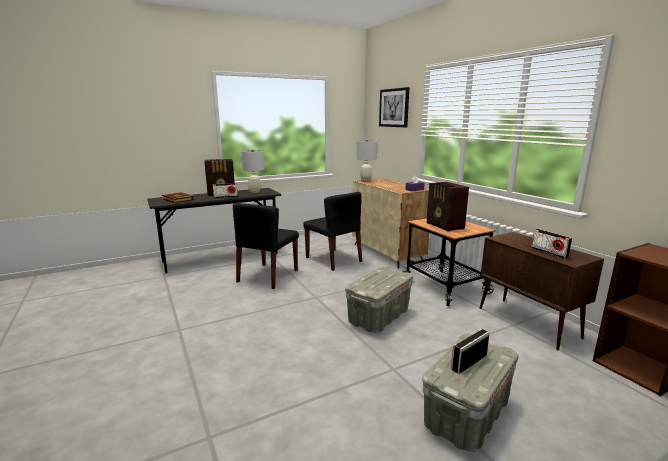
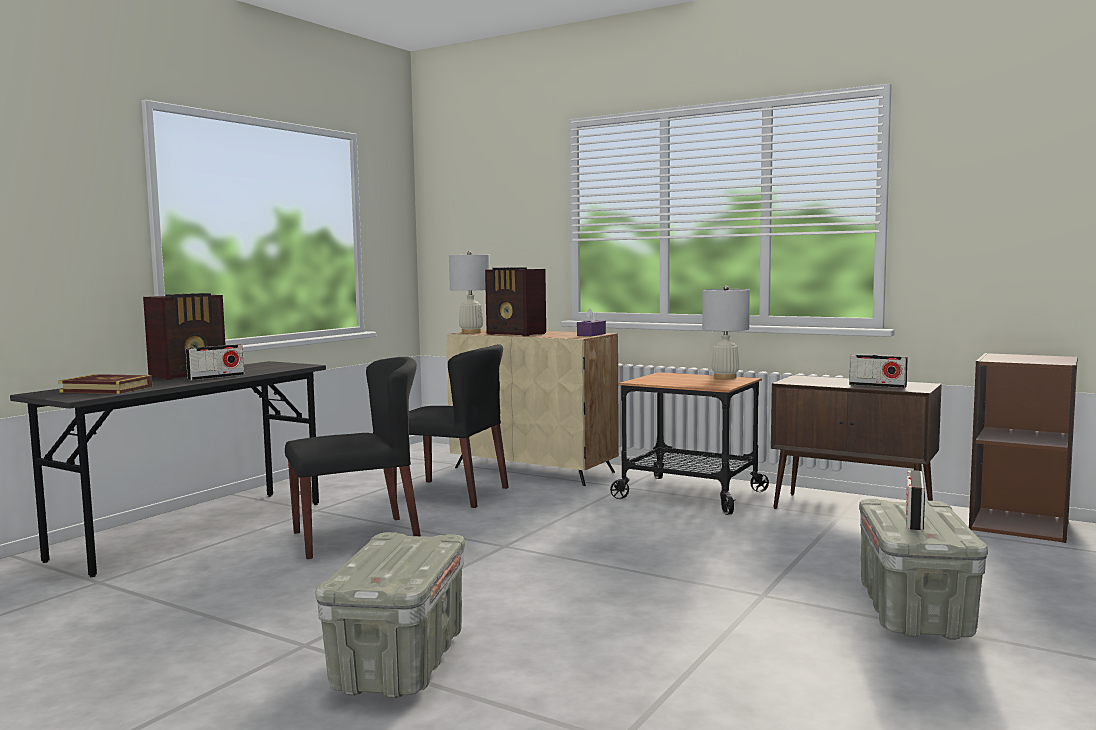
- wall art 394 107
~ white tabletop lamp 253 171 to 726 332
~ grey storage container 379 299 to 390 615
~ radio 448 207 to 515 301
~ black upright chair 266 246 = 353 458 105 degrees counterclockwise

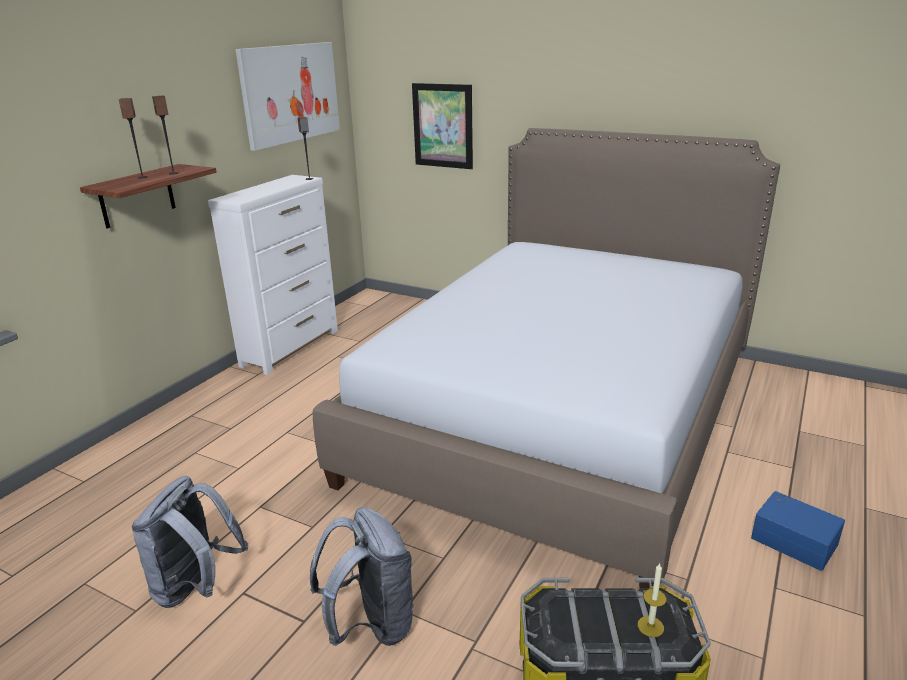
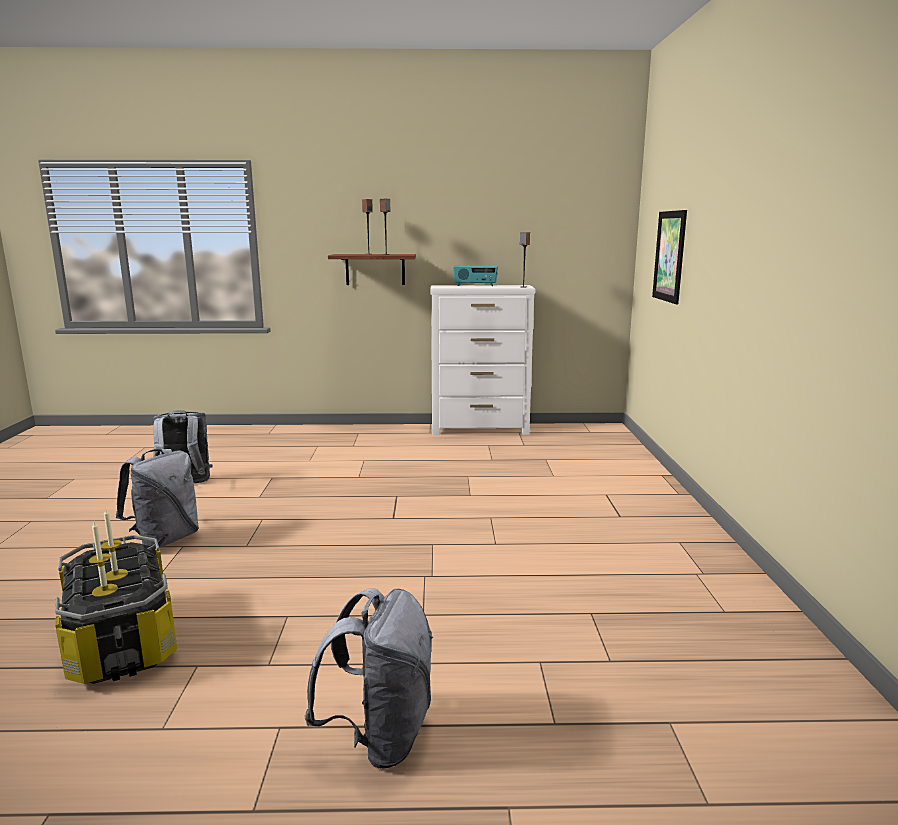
- wall art 287 96
- sleeping bed 546 358
+ wax light 114 544
+ radio 475 275
~ blue storage container 798 531 to grey rucksack 369 678

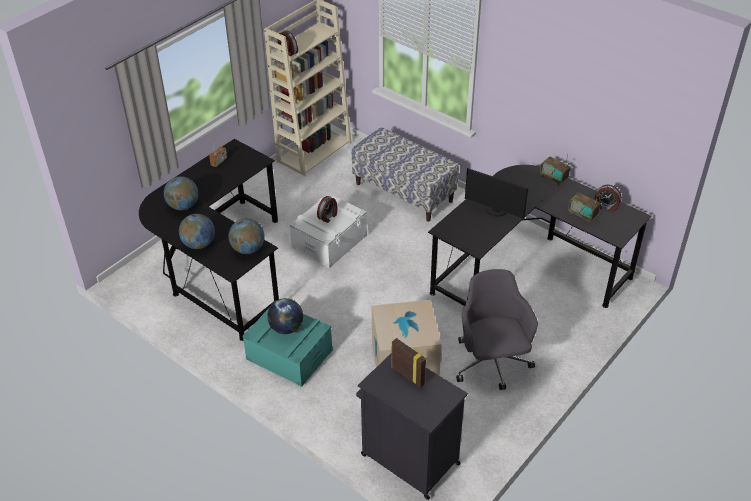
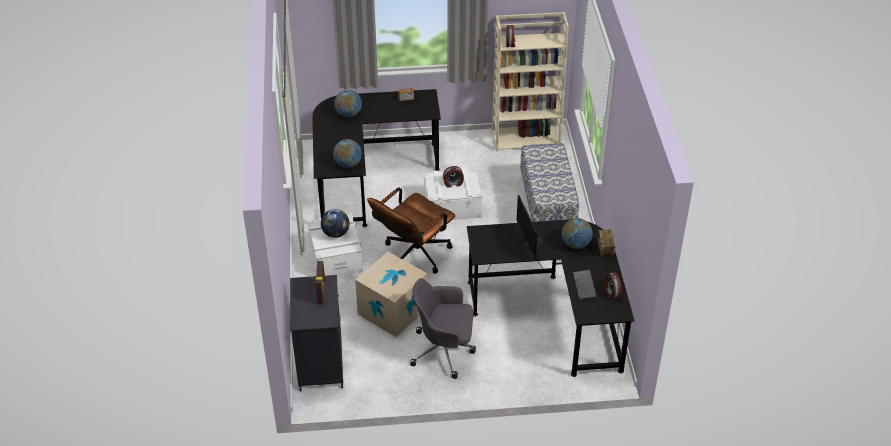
+ brown-coloured desk chair 411 231
~ world globe 197 231 to 577 233
~ radio 584 207 to PC keyboard 585 285
~ blue-green storage container 288 344 to white storage container 335 244
~ grey desk chair 497 329 = 443 328 120 degrees counterclockwise

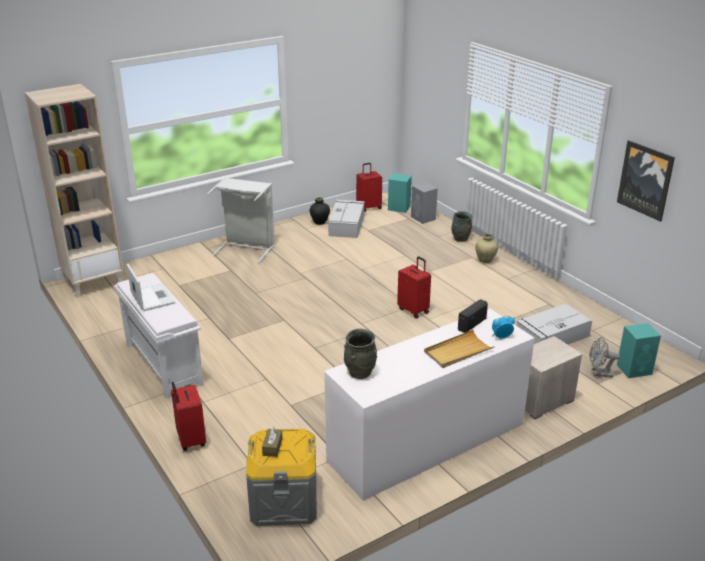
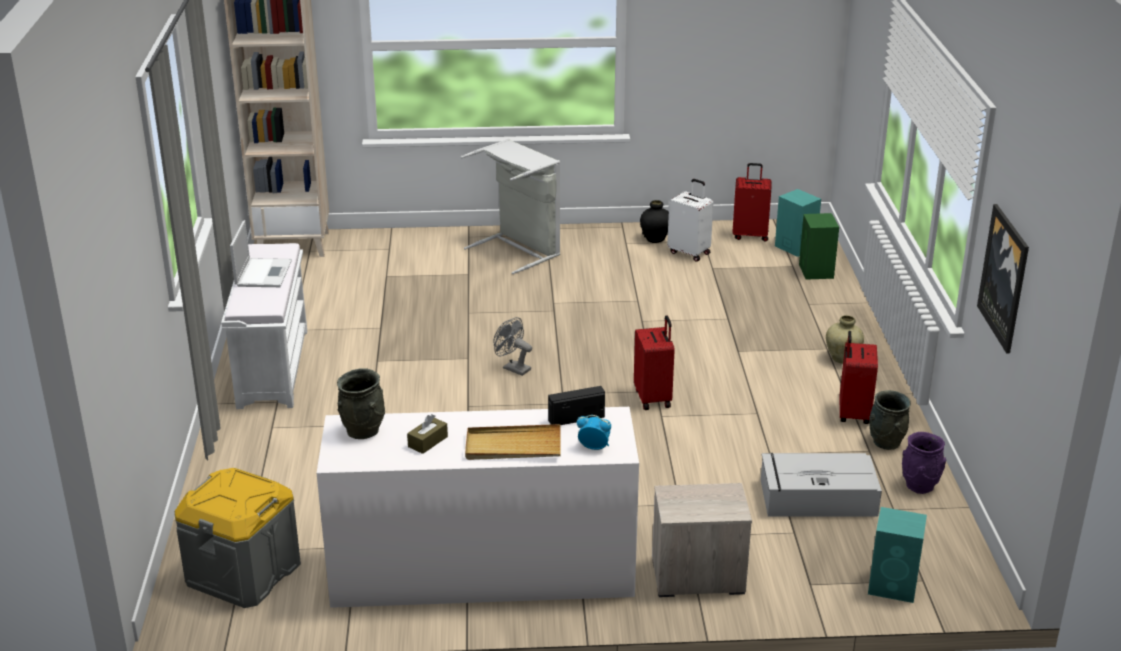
+ purplish flower vase 924 463
~ red travel case 188 416 to 859 377
~ brown-coloured box of tissues 272 442 to 427 434
~ grey flower vase 461 226 to 890 420
~ grey electric fan 605 357 to 512 346
~ grey storage container 346 219 to white travel case 690 220
~ grey loudspeaker 424 203 to greenish loudspeaker 819 246

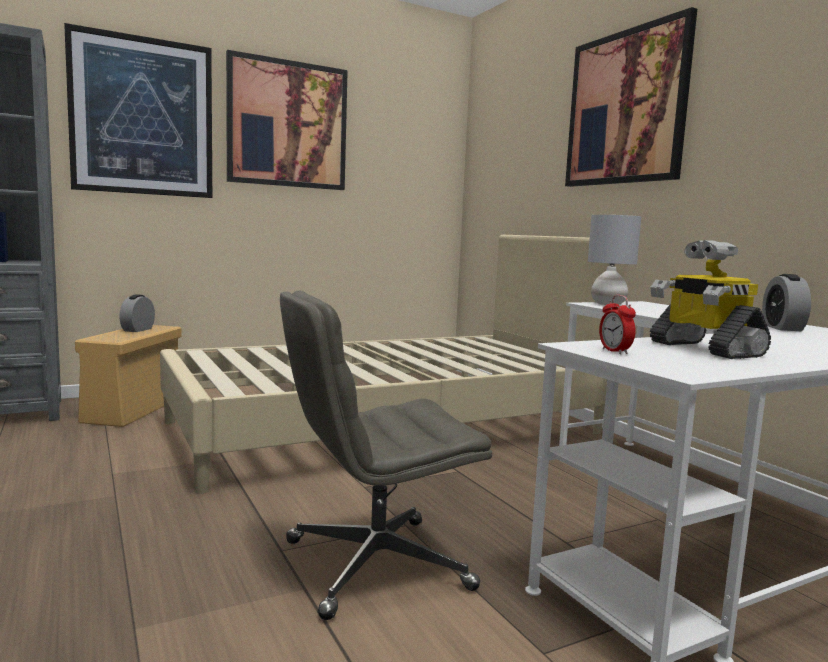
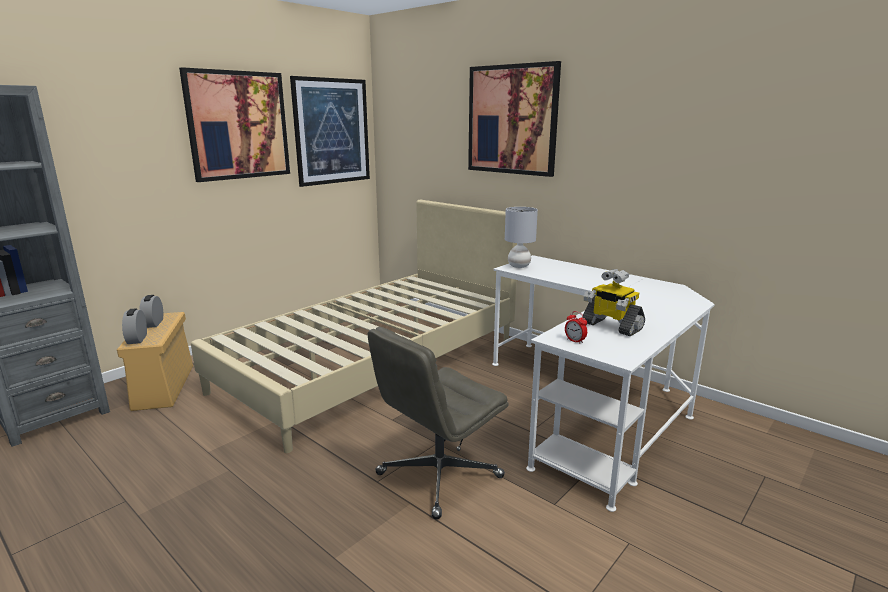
~ wall art 138 110 to 330 131
~ table clock 786 302 to 134 326

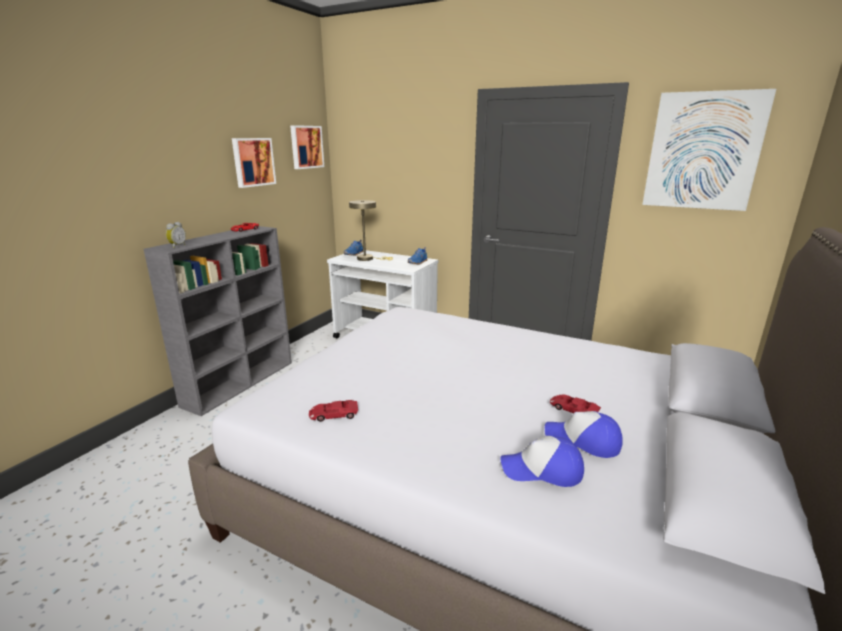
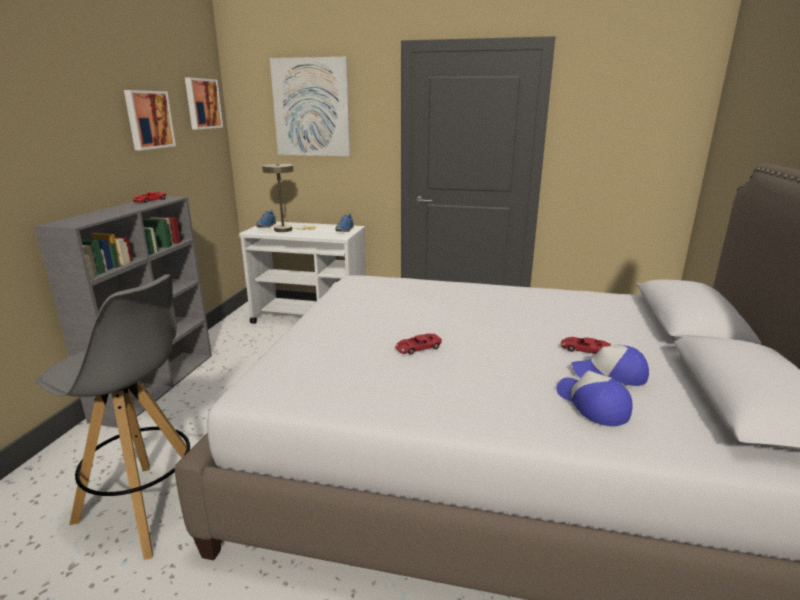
- table clock 176 235
+ grey stool seat 112 417
~ red miniature car 333 411 to 418 343
~ wall art 709 150 to 310 106
~ peaked cap 542 461 = 594 398 75 degrees clockwise

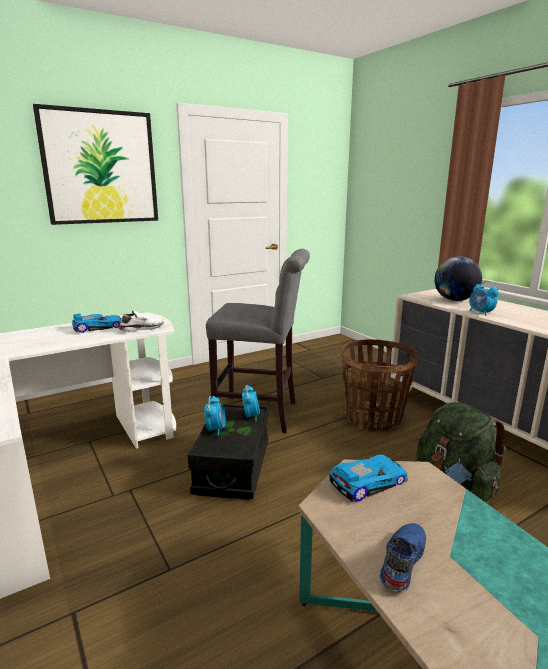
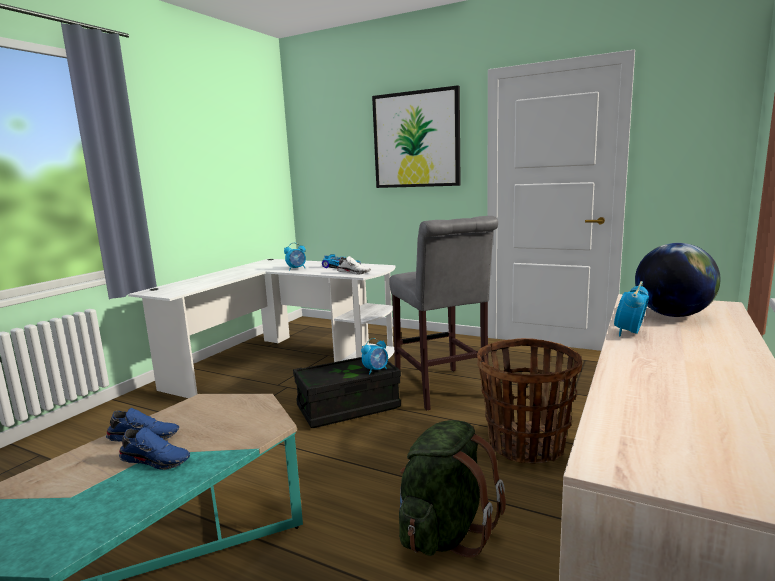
- miniature car 368 478
+ blue shoe 154 448
~ table clock 215 416 to 295 256

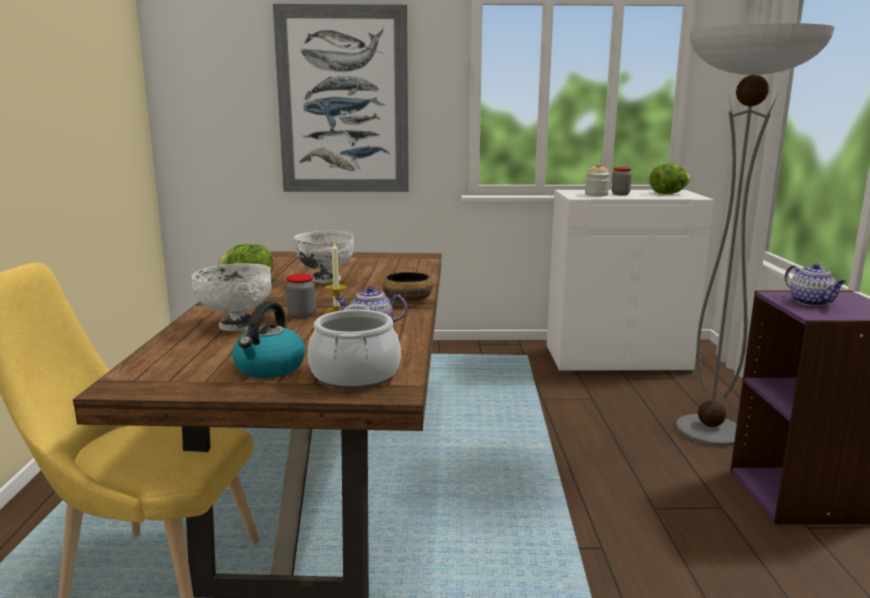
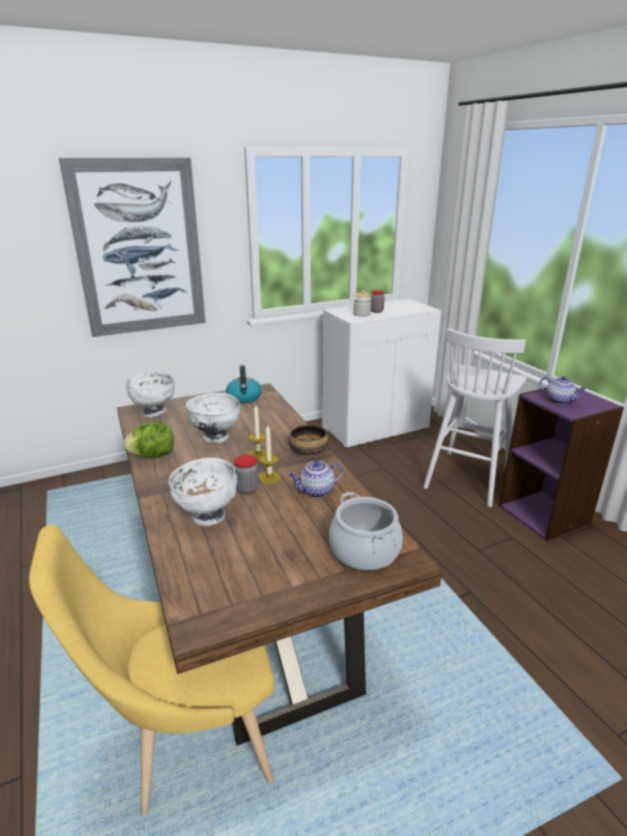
- lettuce 669 178
+ white serving bowl 150 394
+ wax light 257 432
~ tea kettle 268 340 to 244 384
~ floor lamp 755 234 to white stool seat 475 417

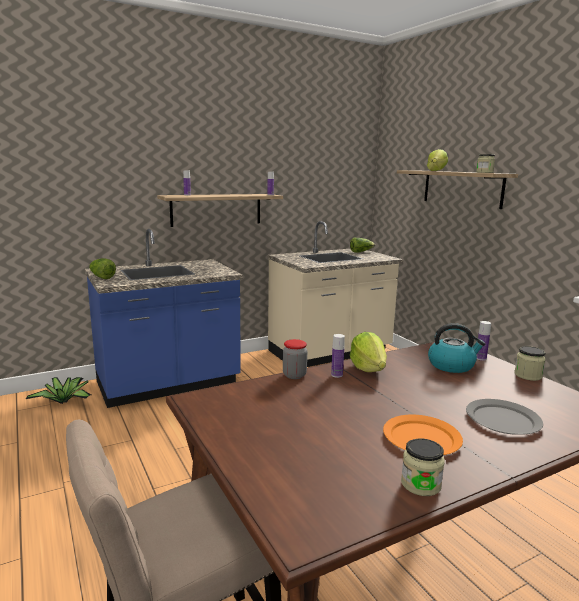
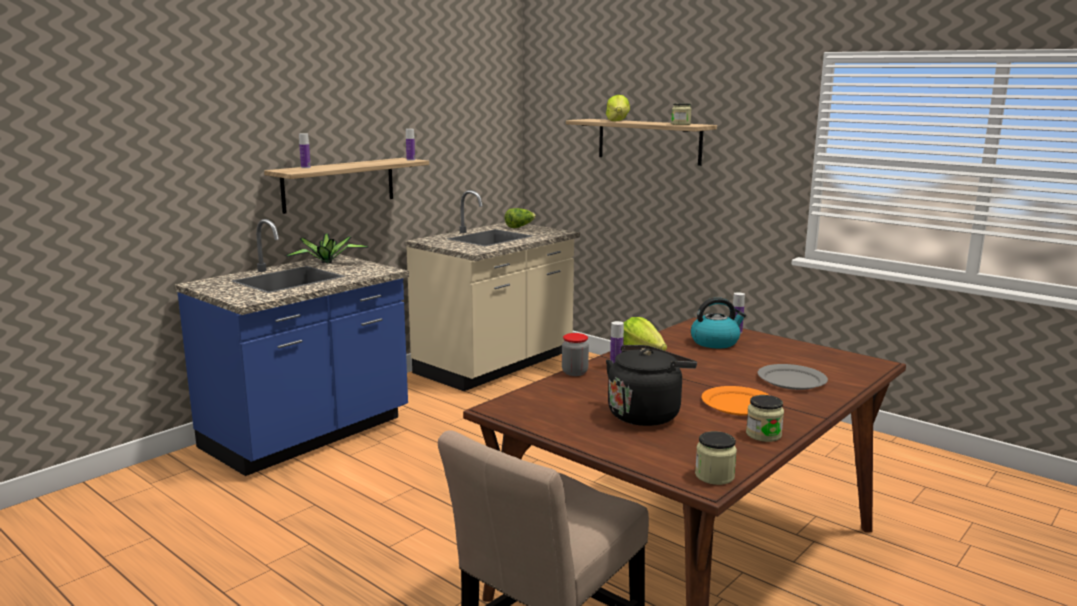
- lettuce 102 268
+ black tea kettle 651 385
~ houseplant 58 390 to 326 248
~ preserve jar 530 363 to 716 458

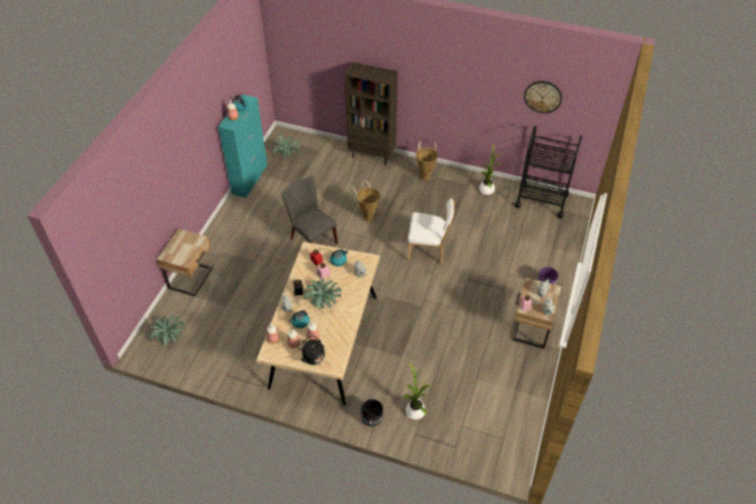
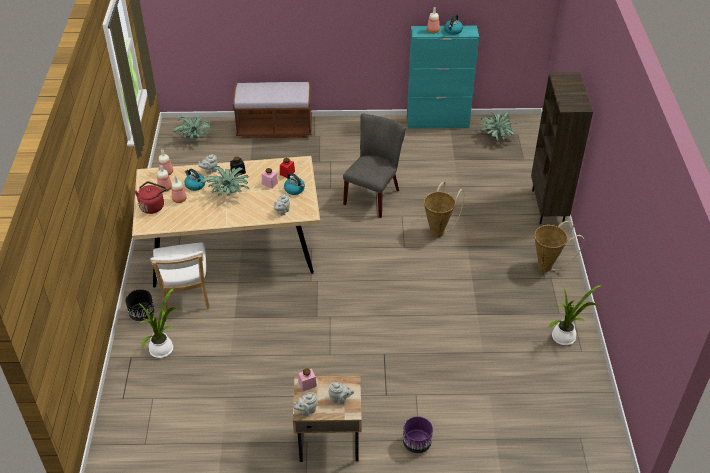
- black trolley 548 172
- clock on the wall 543 97
~ white upright chair 431 231 to 180 277
~ beige-coloured nightstand 185 262 to brown-coloured bench 272 110
~ black tea kettle 311 350 to red tea kettle 151 198

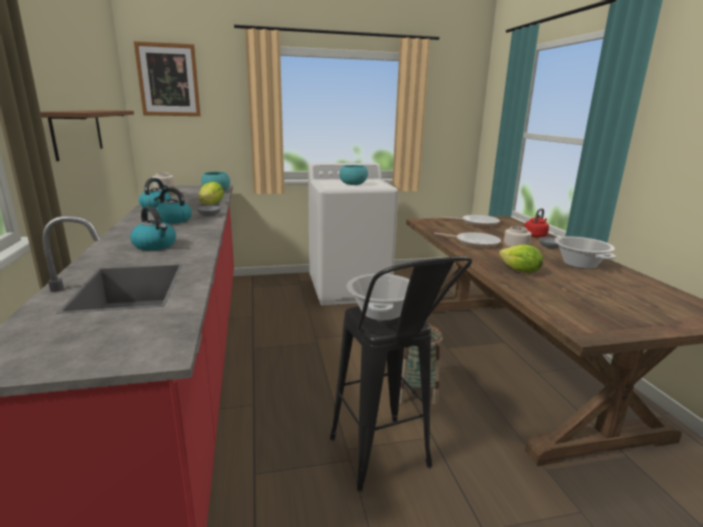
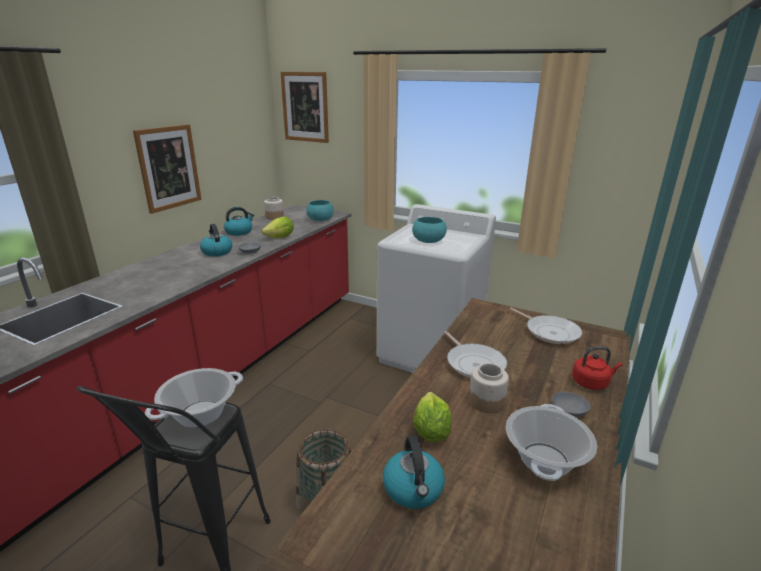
~ tea kettle 153 228 to 414 472
~ brown-coloured wall shelf 87 135 to wall art 167 169

